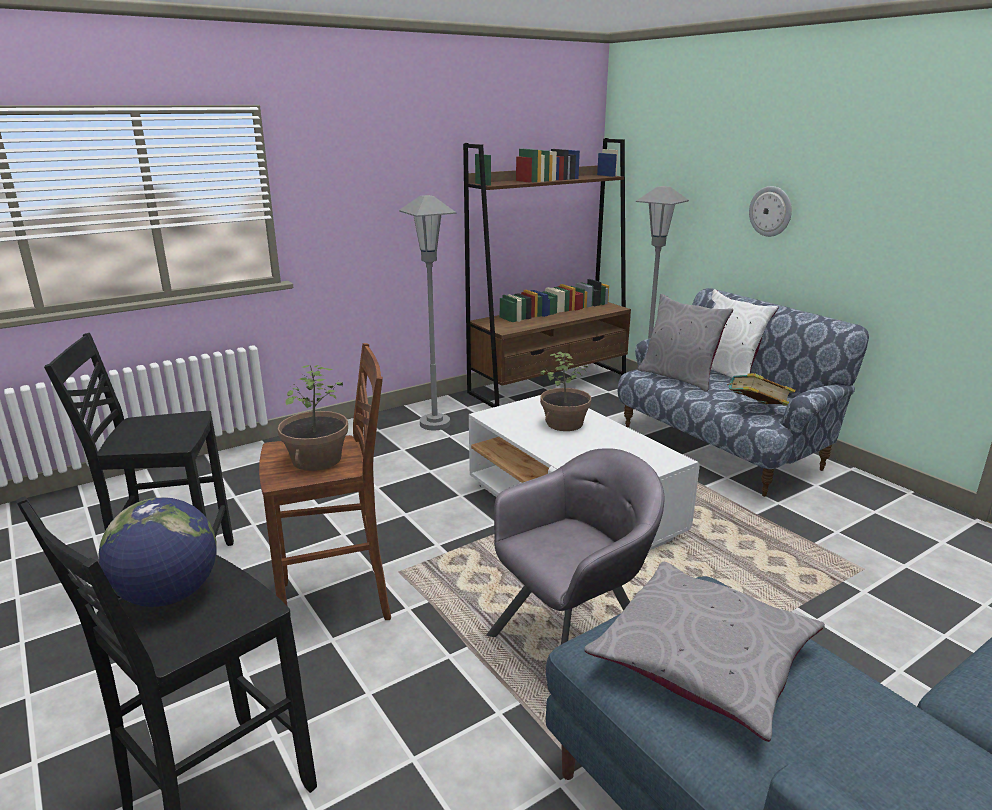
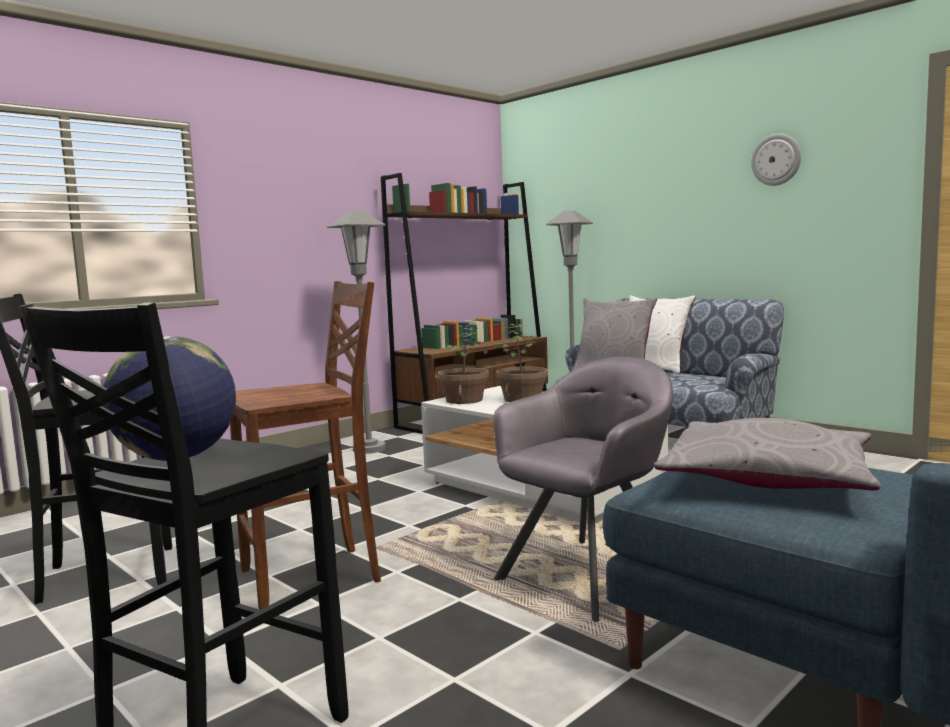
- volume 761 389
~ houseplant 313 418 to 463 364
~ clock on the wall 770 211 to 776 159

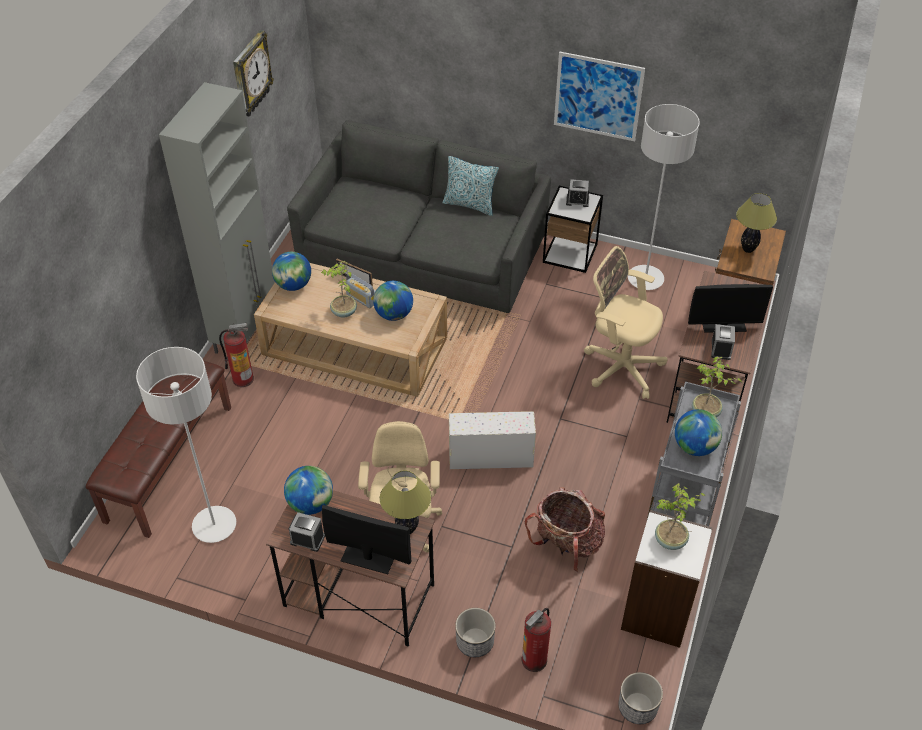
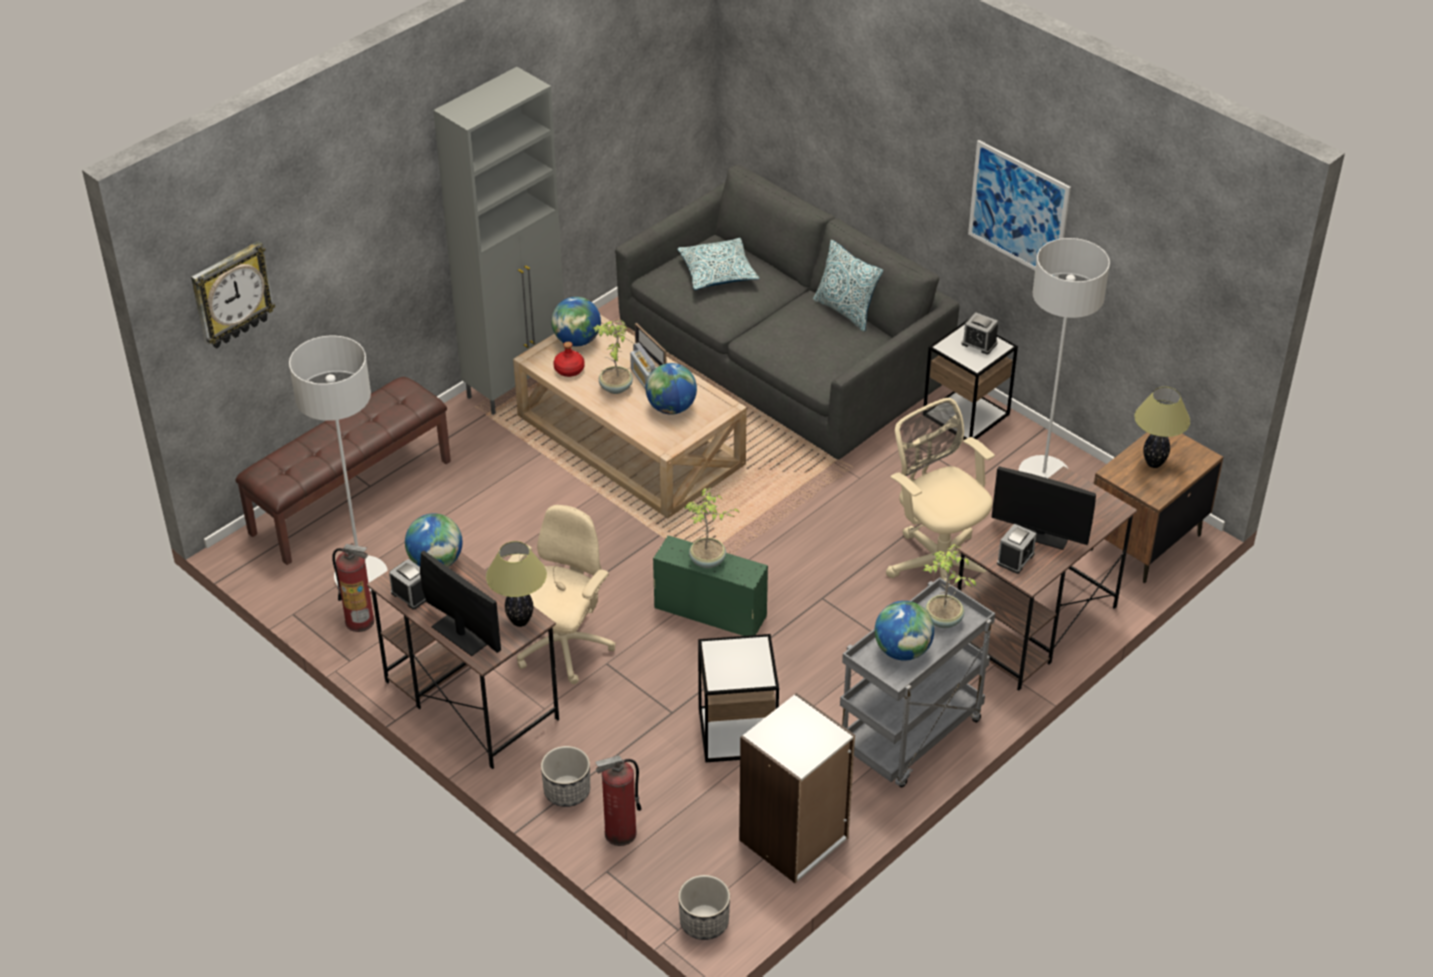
+ red beverage bottle 569 359
+ cushion 718 264
~ extinguisher 236 355 to 353 587
~ clock on the wall 253 73 to 233 294
~ houseplant 680 516 to 712 528
~ rucksack 565 529 to accent table 738 698
~ white storage container 492 440 to greenish storage container 710 586

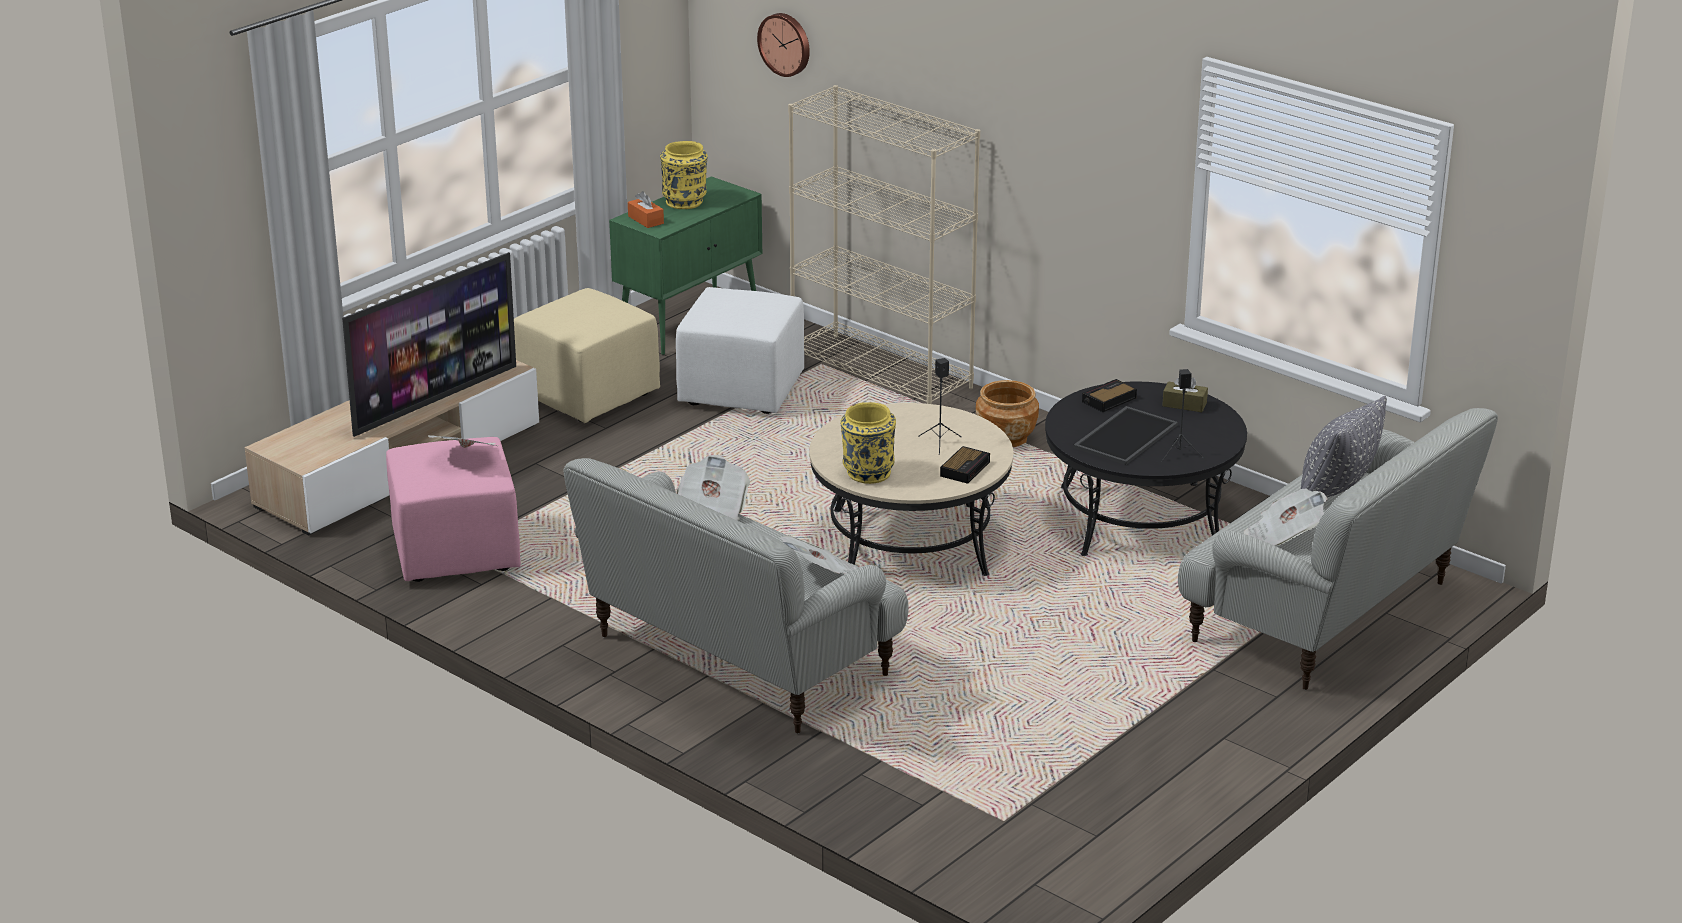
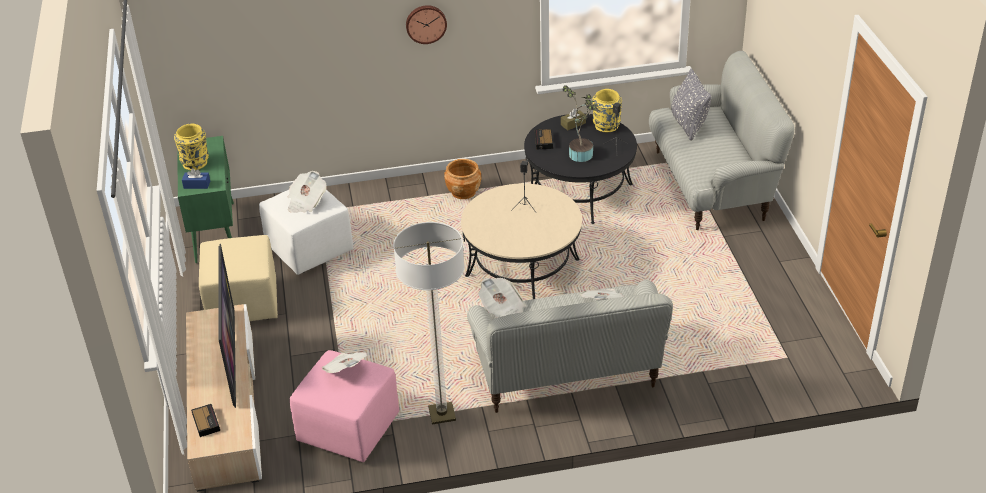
- beige-coloured shelving unit 884 244
+ floor lamp 429 323
~ clock on the wall 783 45 to 426 24
~ yellow flower vase 868 443 to 607 110
~ table clock 965 465 to 205 420
~ newspaper 1286 517 to 307 192
~ carrying tray 1125 435 to houseplant 580 123
~ orangey box of tissues 646 209 to blue box of tissues 196 178

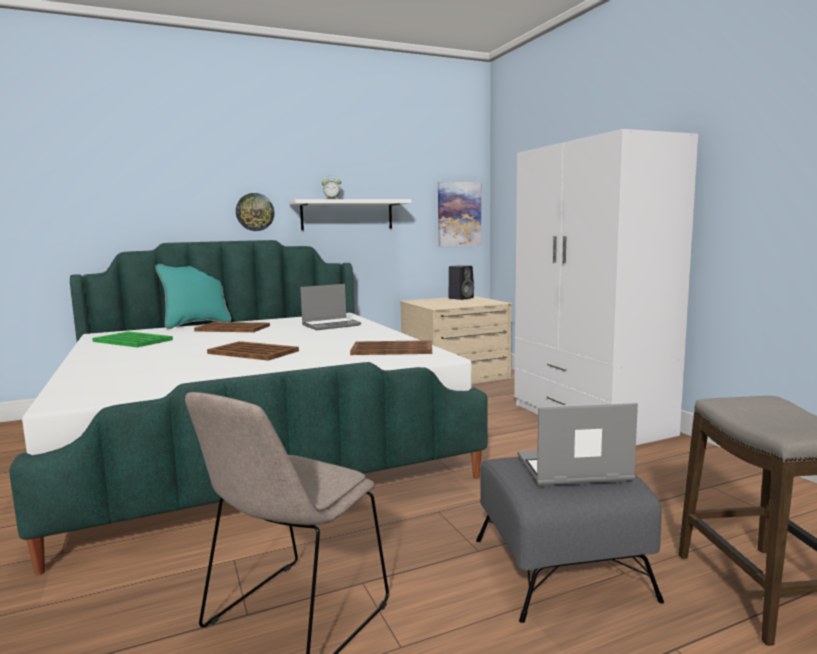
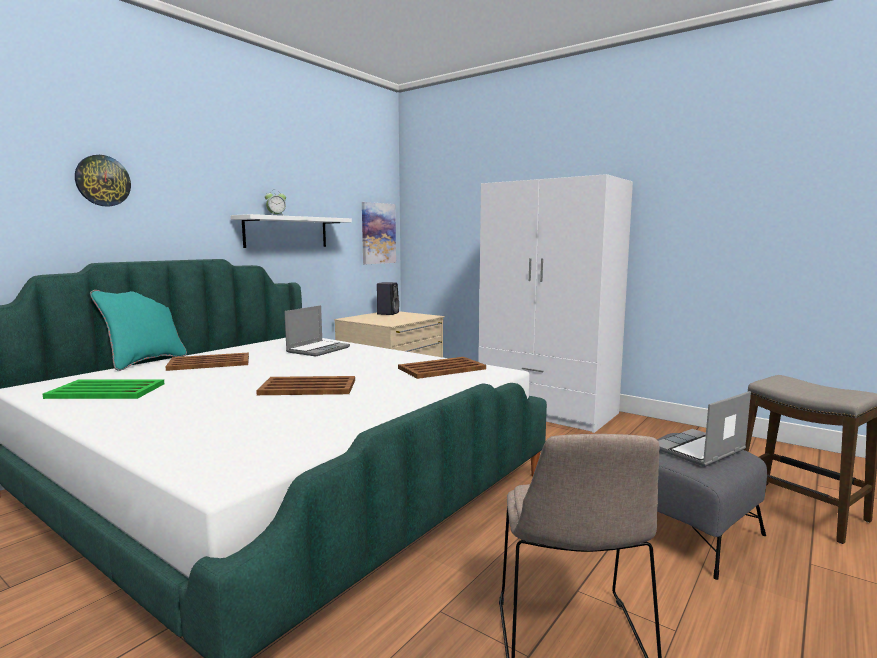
~ clock on the wall 255 212 to 103 180

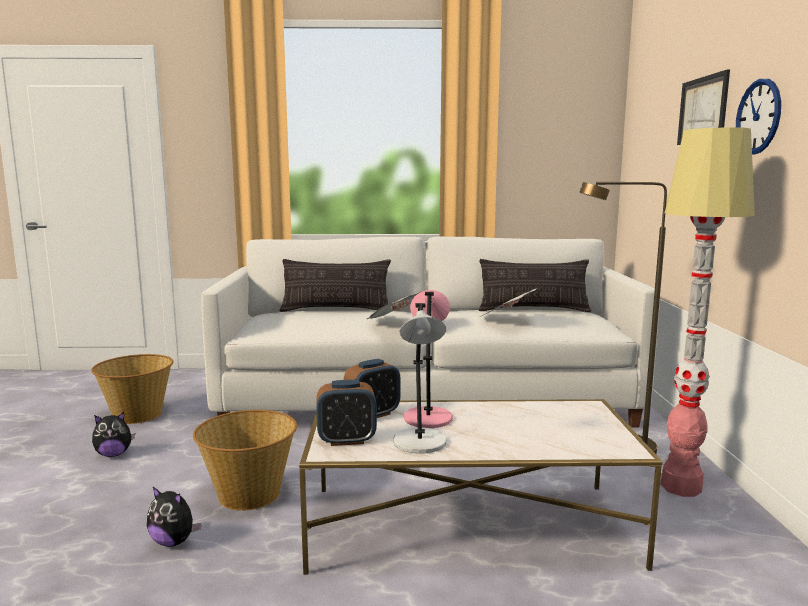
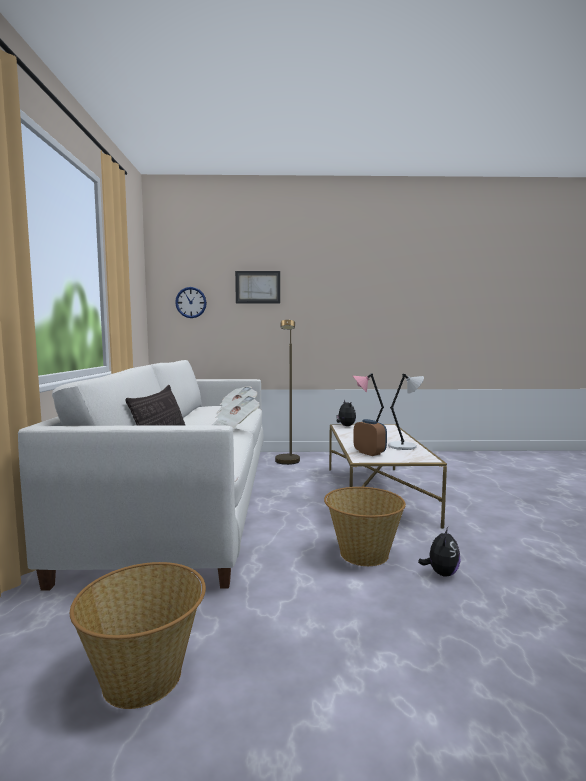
- table clock 347 413
- cushion 535 285
- floor lamp 707 312
~ soft toy 113 434 to 346 413
~ clock on the wall 758 117 to 191 302

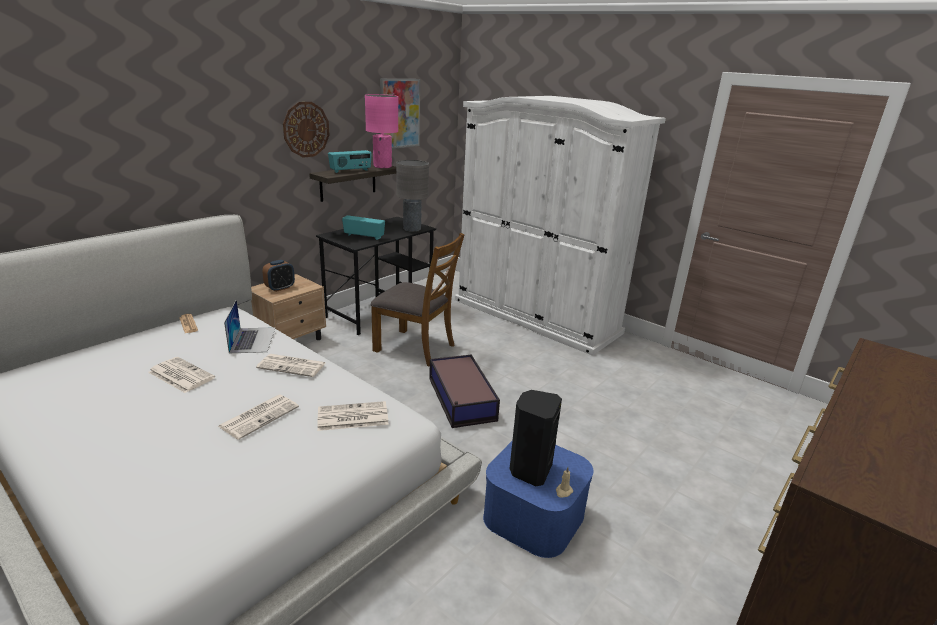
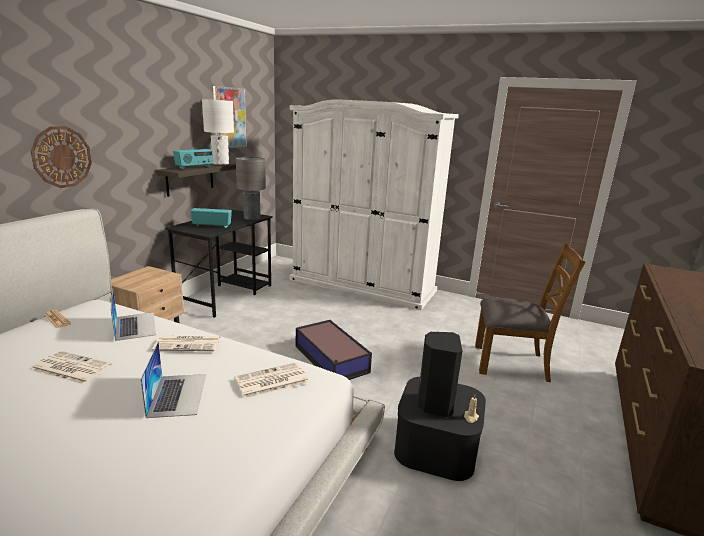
- table clock 278 276
~ clock on the wall 306 130 to 61 157
~ brown-coloured upright chair 417 300 to 530 312
~ newspaper 258 417 to portable computer 173 380
~ pinkish tabletop lamp 381 131 to white tabletop lamp 218 132
~ blue storage container 538 499 to black storage container 440 429

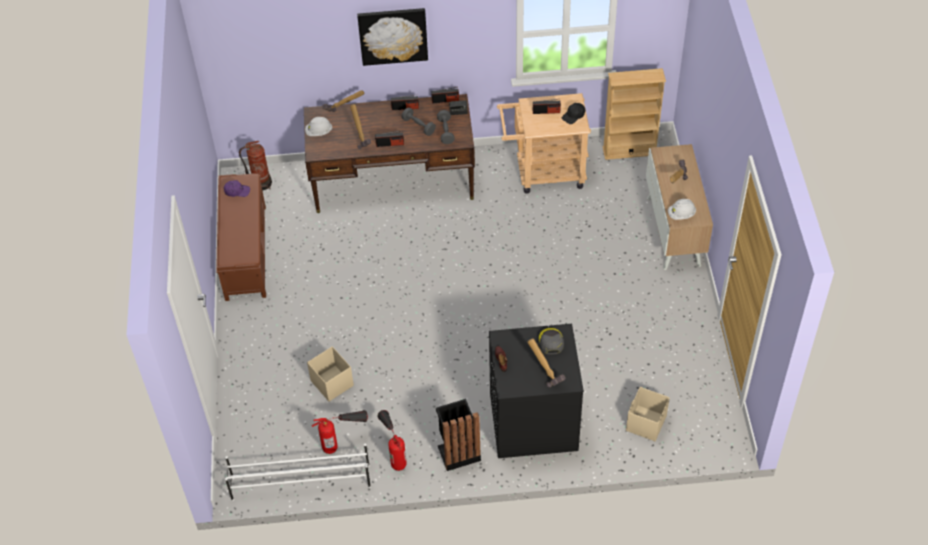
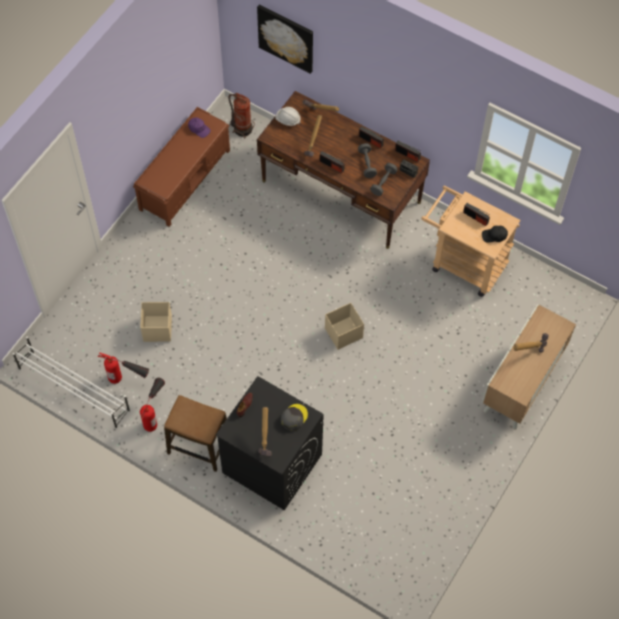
- beige-coloured shelving unit 634 114
- white hard hat 682 209
~ wall art 392 37 to 285 39
~ beige-coloured storage container 648 414 to 344 326
~ black rubbish bin 458 435 to stool seat 195 433

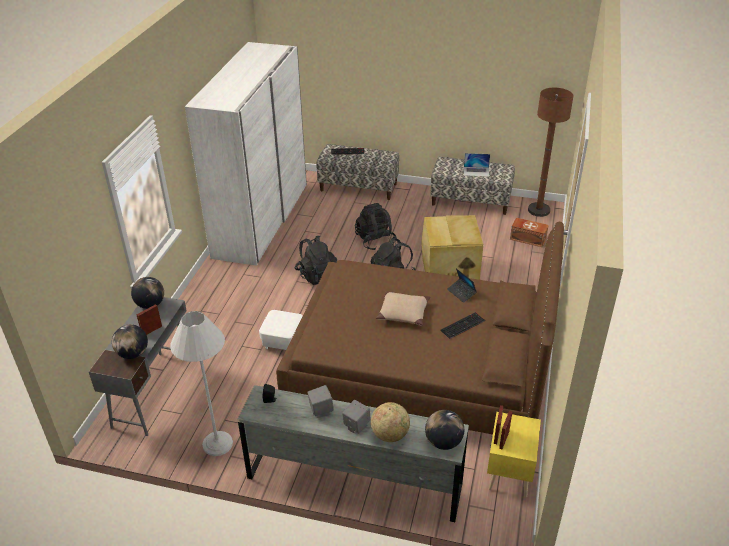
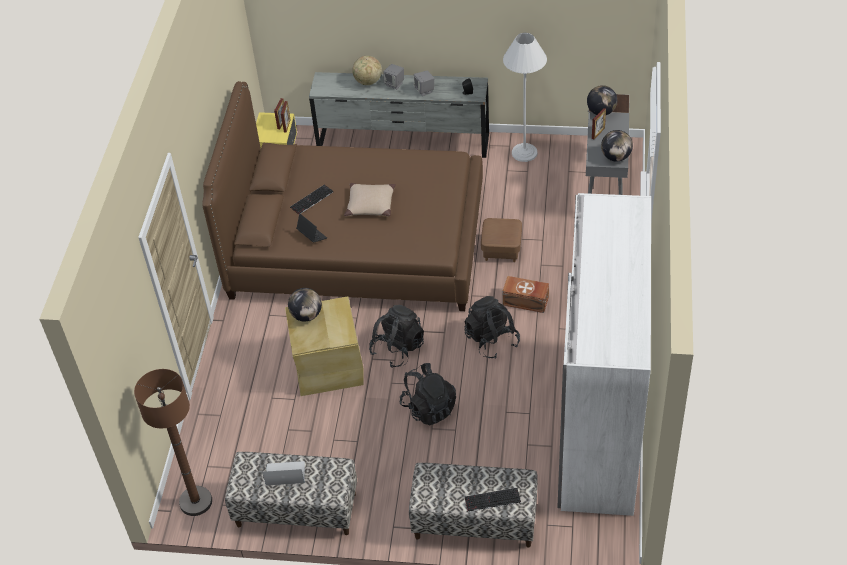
~ world globe 444 430 to 305 304
~ brown-coloured storage container 529 232 to 525 294
~ white ottoman 281 330 to brown-coloured ottoman 501 240

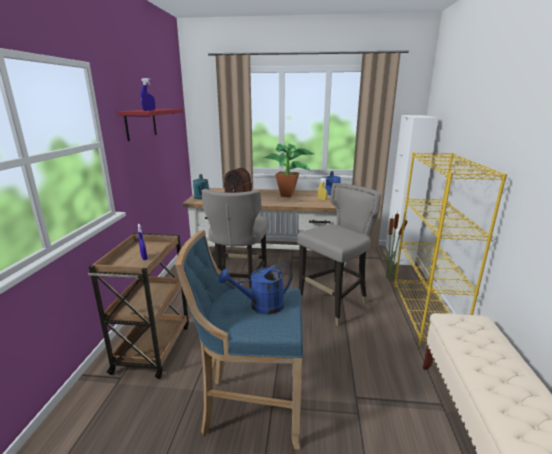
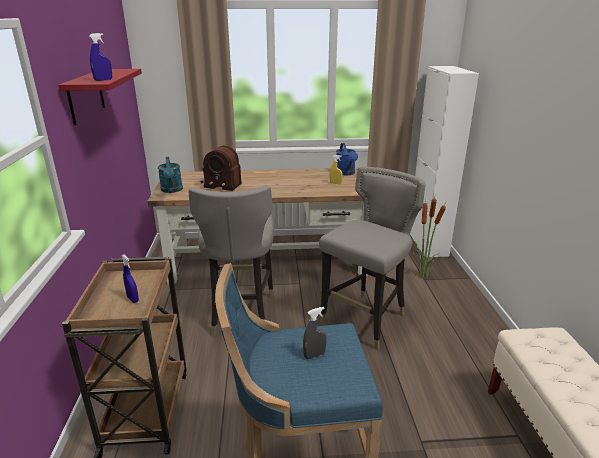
- houseplant 289 170
- yellow shelving unit 450 249
~ blue watering can 255 288 to grey sprayer 314 333

